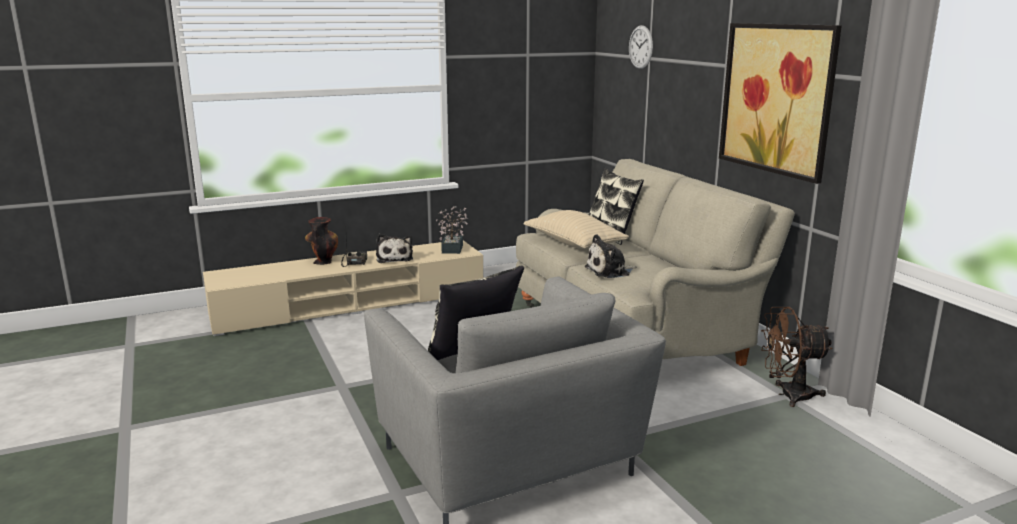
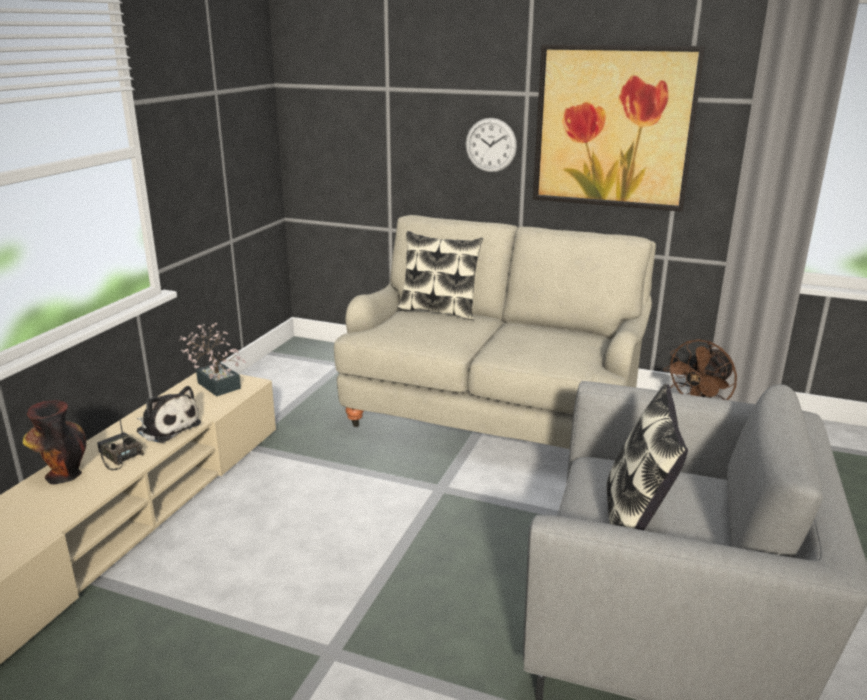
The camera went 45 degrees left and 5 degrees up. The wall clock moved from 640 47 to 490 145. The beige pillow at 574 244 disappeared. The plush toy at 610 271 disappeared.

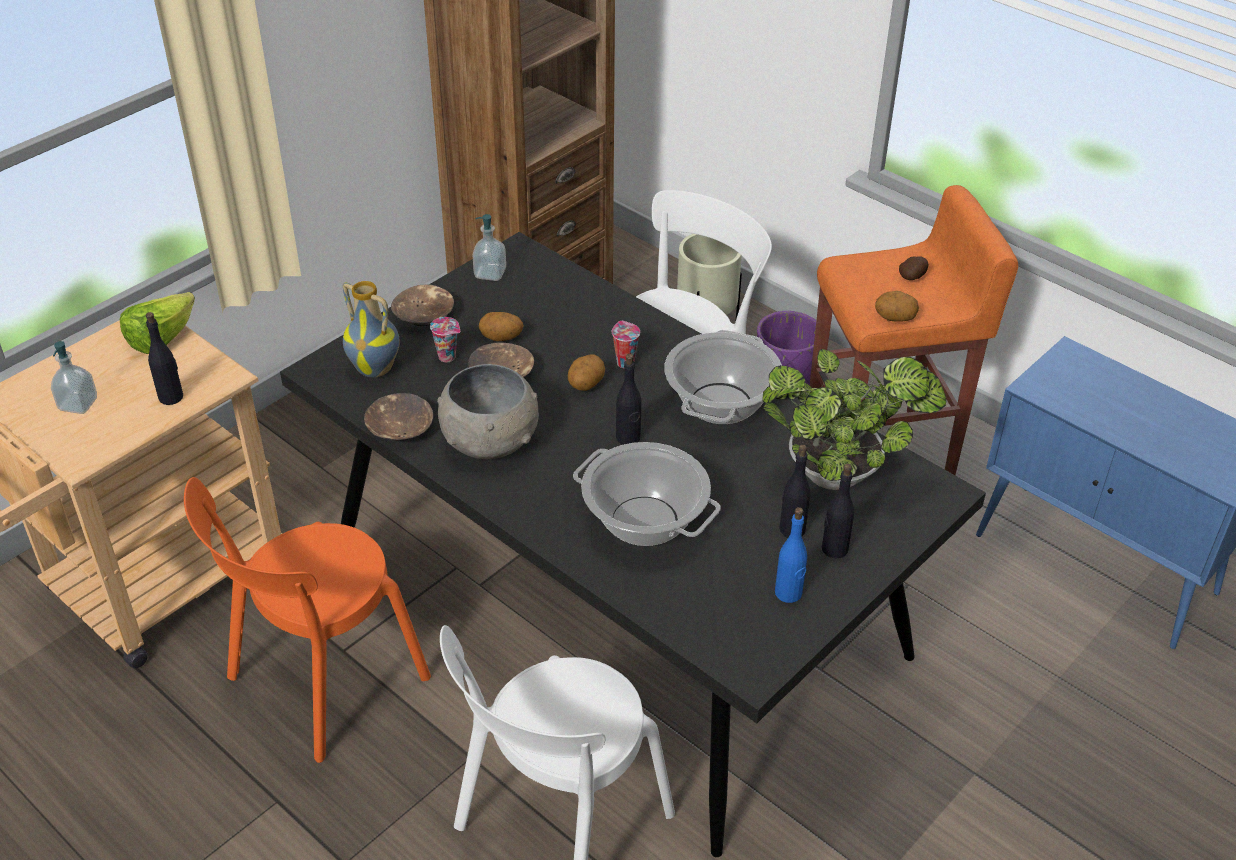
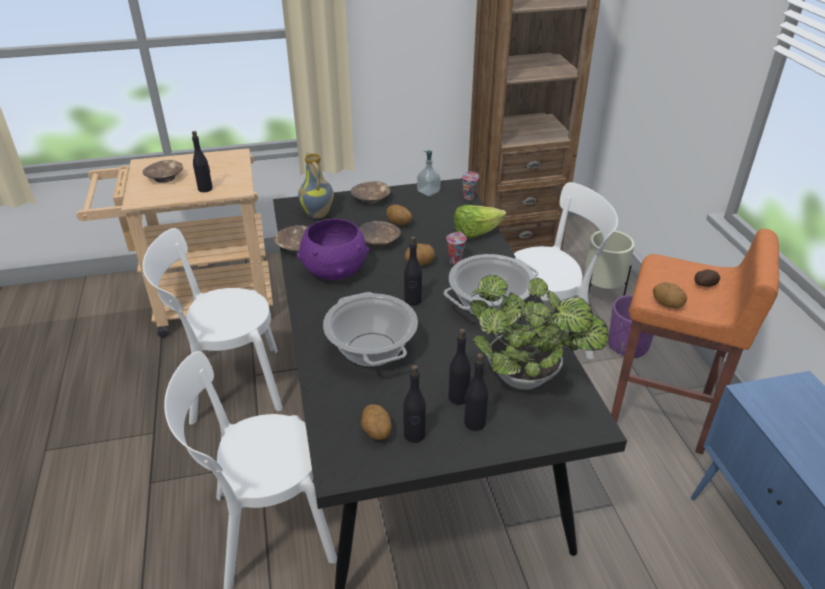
The camera went 35 degrees right and 5 degrees down. The soap dispenser at 78 404 was replaced by the brown bowl at 165 177. The orange chair at 321 683 became the white chair at 229 385. The grey bowl at 490 441 became the purple bowl at 335 270. The potato at 376 432 appeared. The blue bottle at 788 593 became the black bottle at 414 435. The lettuce moved from 161 339 to 476 233. The cup moved from 448 357 to 469 197.

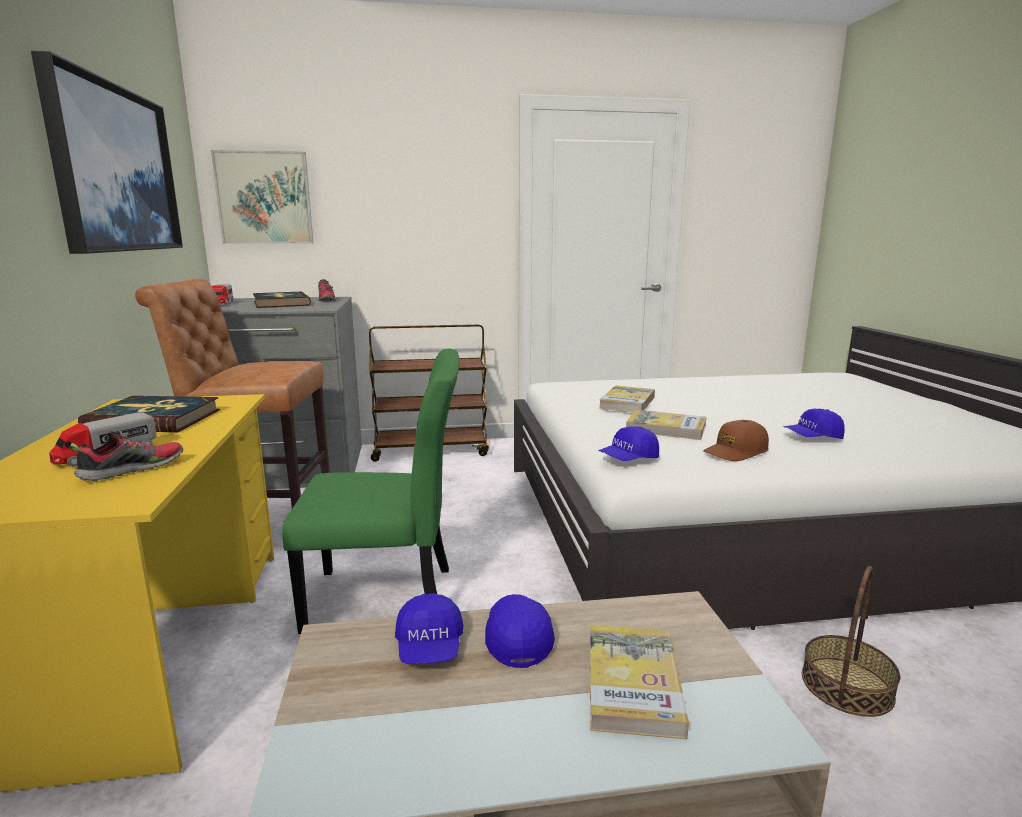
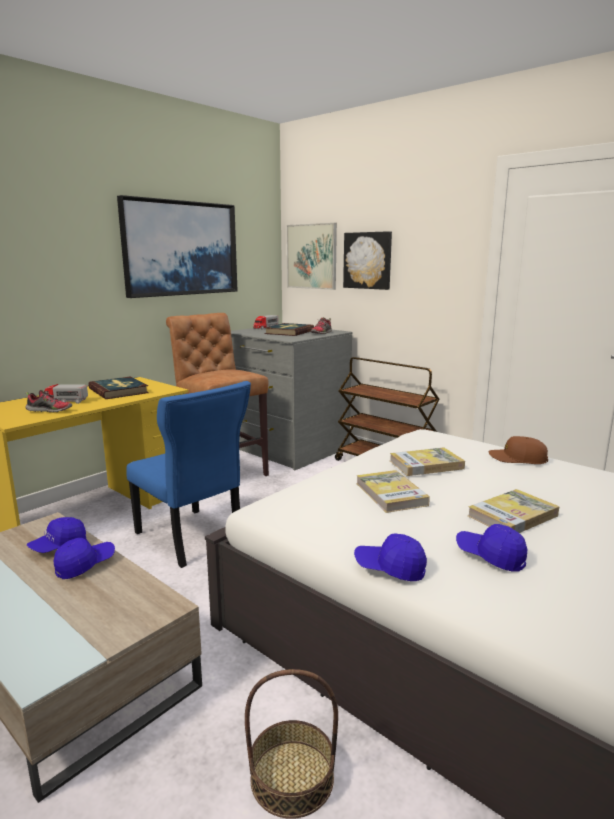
The camera went 50 degrees right and 0 degrees up. The green chair at 387 599 became the blue chair at 191 539. The picture at 368 260 appeared. The blue cap moved from 628 459 to 390 569. The book moved from 633 684 to 512 516. The brown cap moved from 735 452 to 517 458.

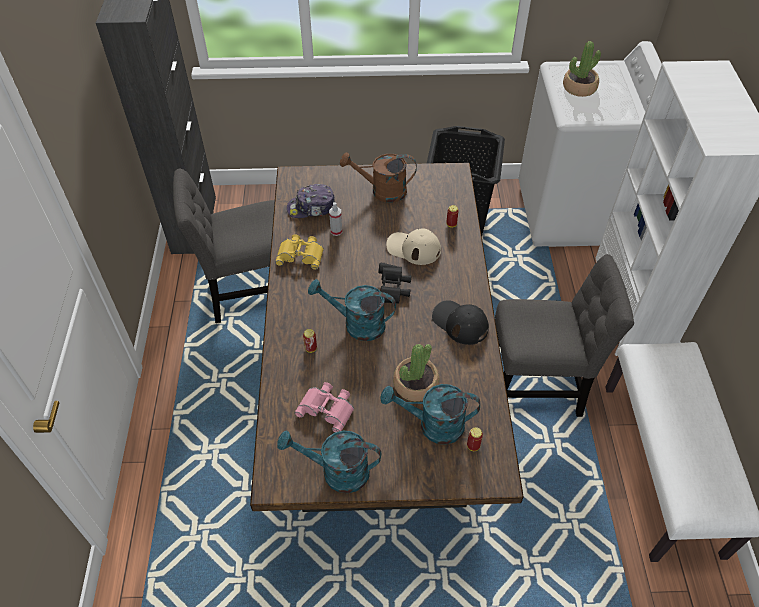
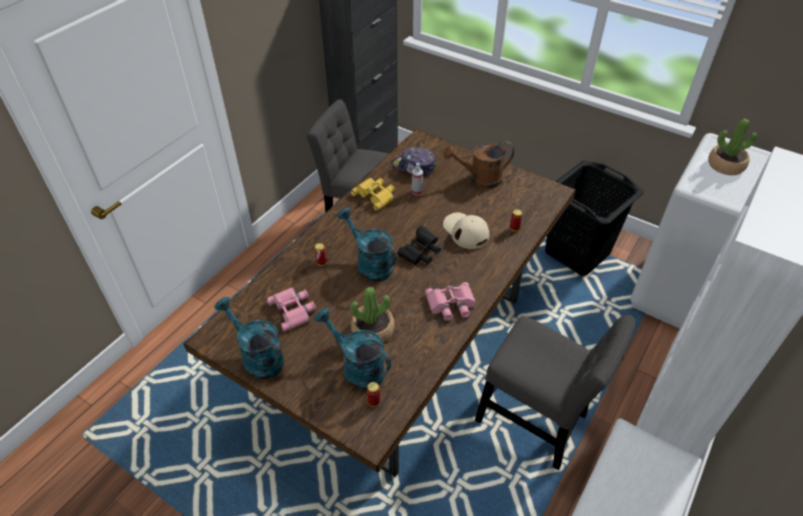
The camera went 35 degrees right and 5 degrees down. The black cap at 460 323 was replaced by the pink binoculars at 451 305. The brown watering can at 382 191 turned 45 degrees counterclockwise.

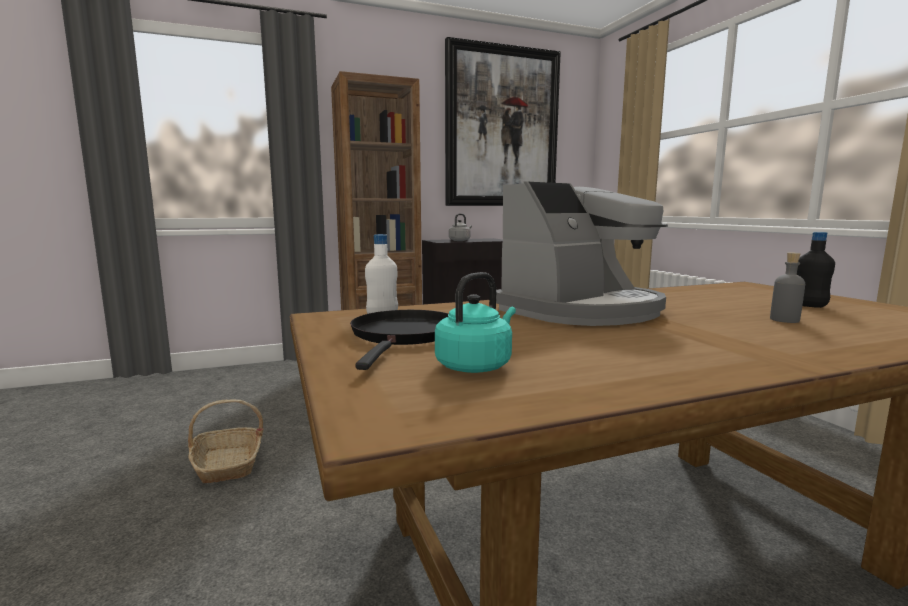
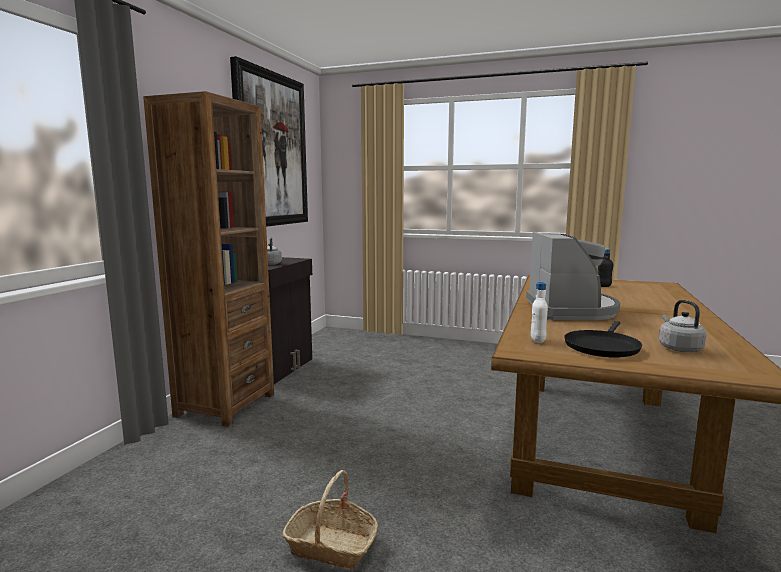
The camera went 50 degrees left and 0 degrees up. The black frying pan at 404 336 turned 105 degrees counterclockwise. The turquoise kettle at 476 365 became the grey kettle at 678 348. The grey bottle at 784 320 disappeared.

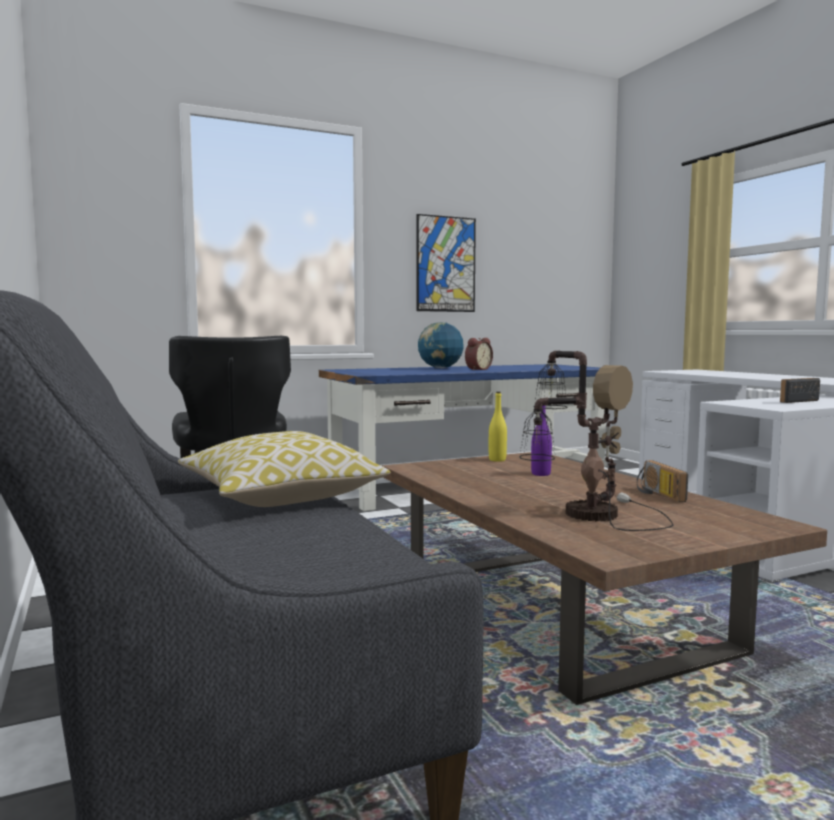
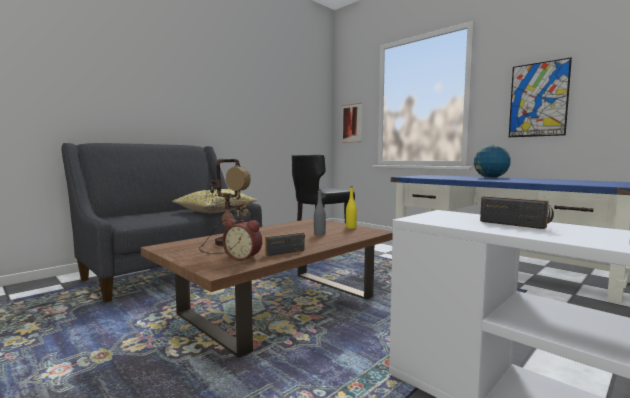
The camera went 70 degrees right and 0 degrees up. The alarm clock moved from 477 369 to 244 258. The purple bottle at 541 474 became the grey bottle at 319 234. The picture at 352 123 appeared.

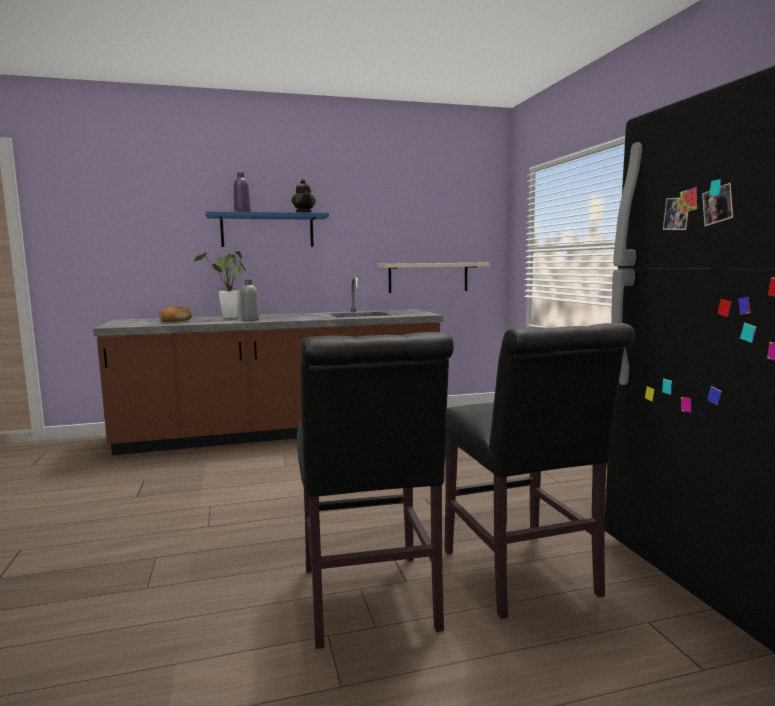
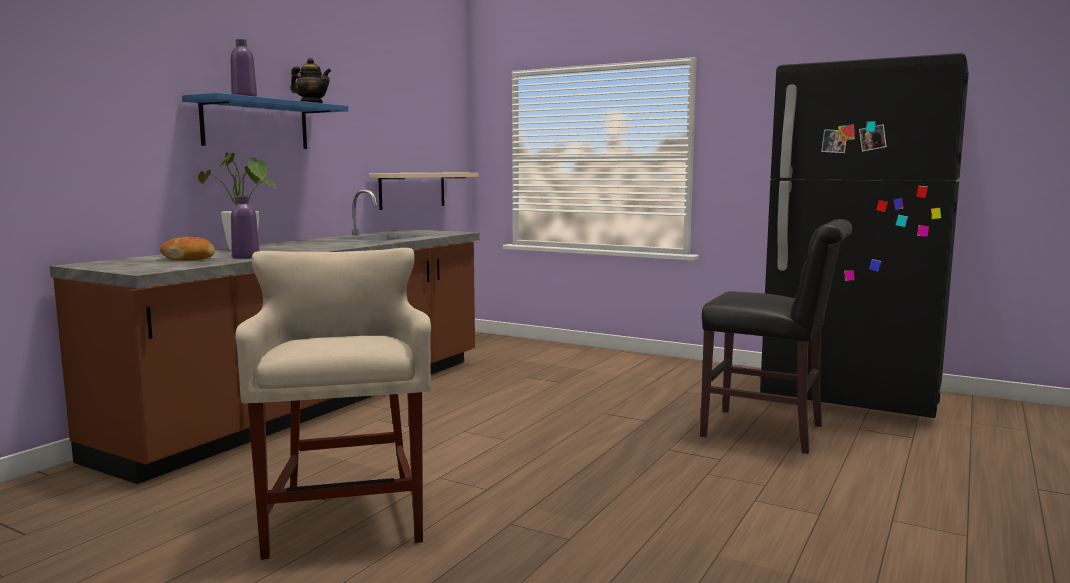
The camera went 45 degrees left and 0 degrees up. The purple bottle at 246 257 appeared. The beige stool at 346 517 appeared. The grey bottle at 250 320 disappeared. The black chair at 370 604 disappeared.

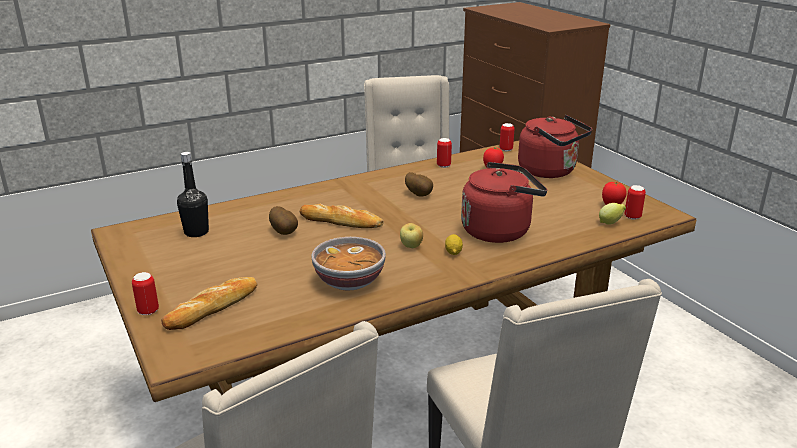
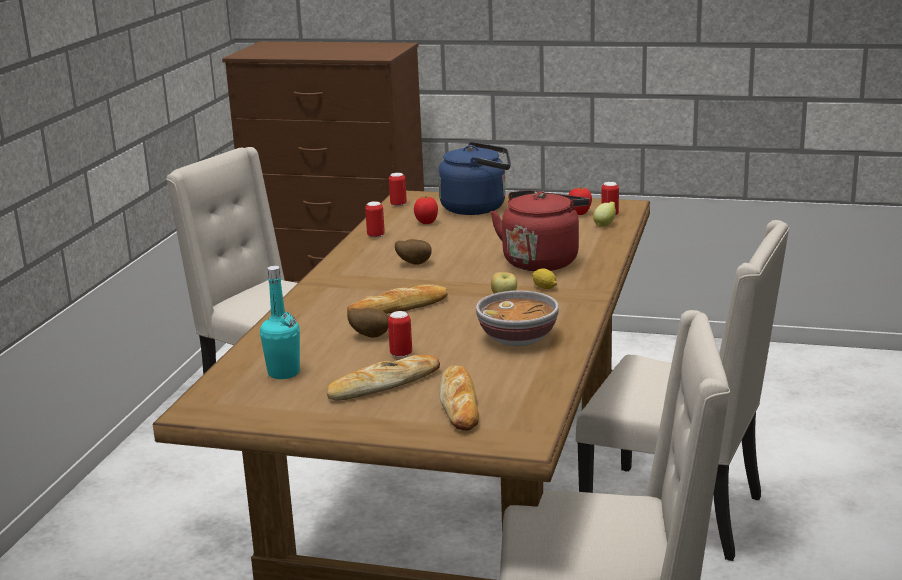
The camera went 45 degrees left and 5 degrees down. The black bottle at 196 232 became the turquoise bottle at 283 373. The bread at 383 384 appeared. The can moved from 148 311 to 401 354. The red kettle at 550 171 became the blue kettle at 478 208.

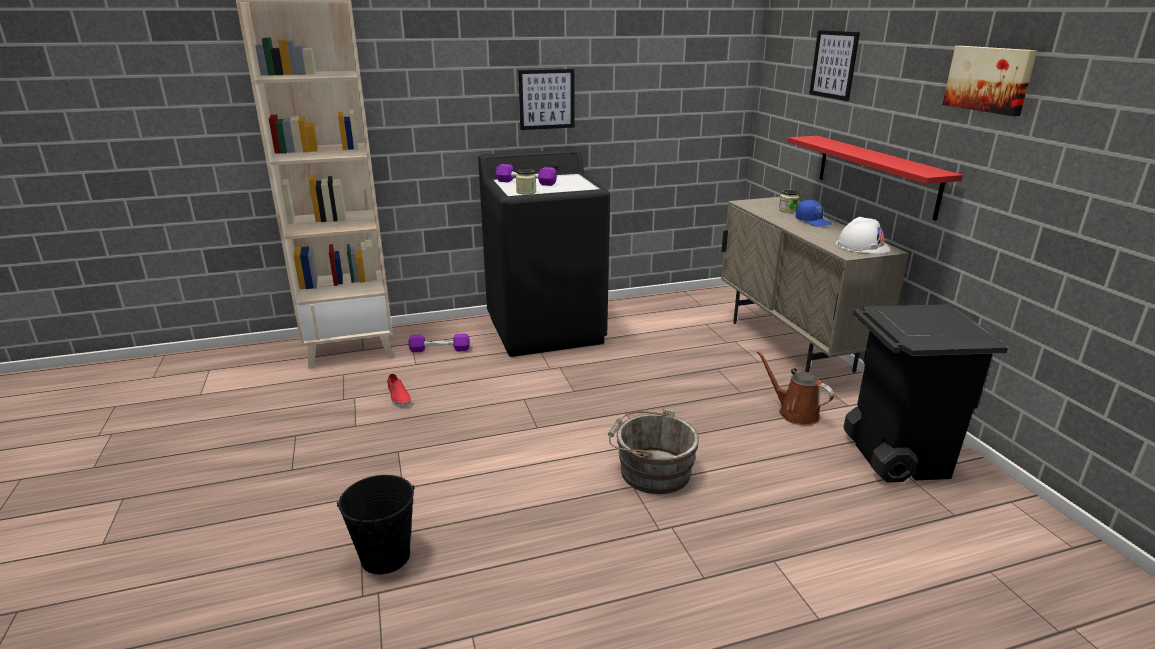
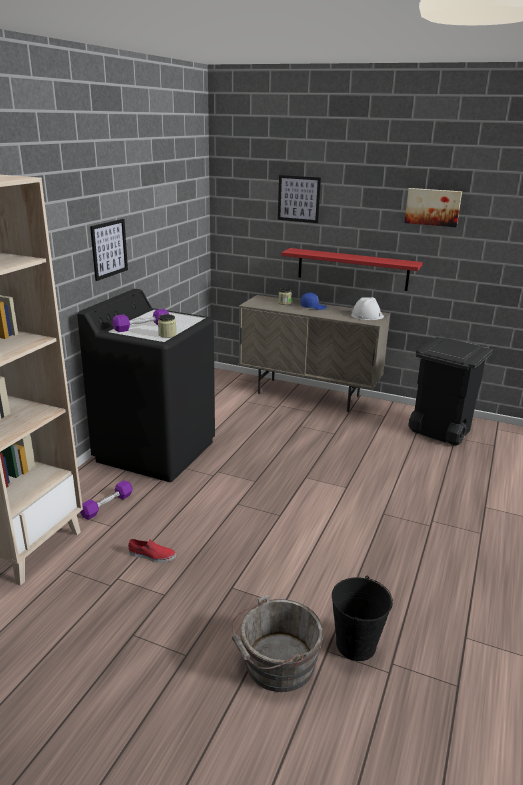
The camera went 50 degrees left and 0 degrees up. The grey bucket moved from 650 471 to 275 664. The brown watering can at 794 413 disappeared.

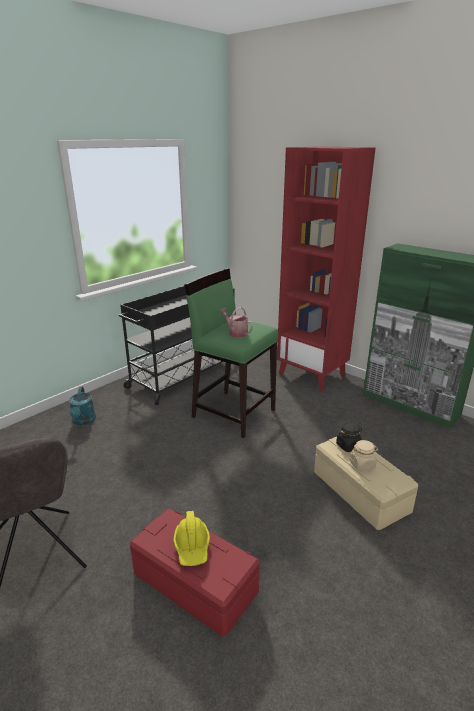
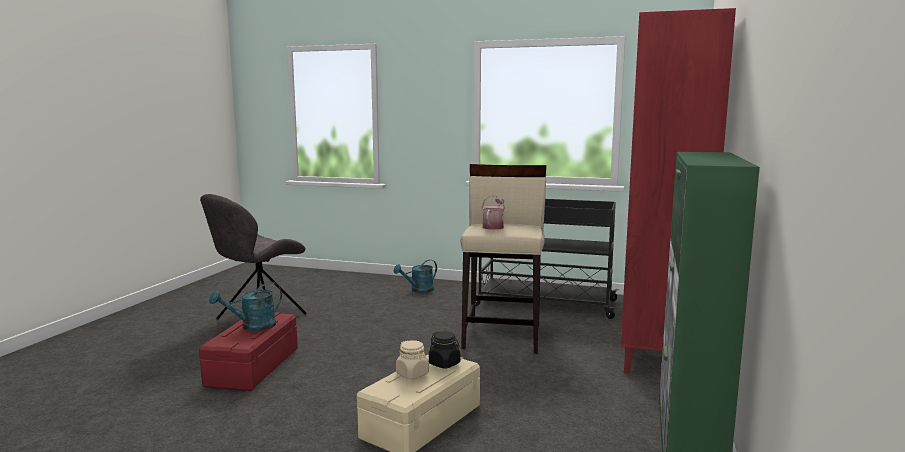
The camera went 65 degrees right and 15 degrees down. The yellow hard hat at 192 546 was replaced by the turquoise watering can at 252 327. The green stool at 233 412 became the beige stool at 503 336.

